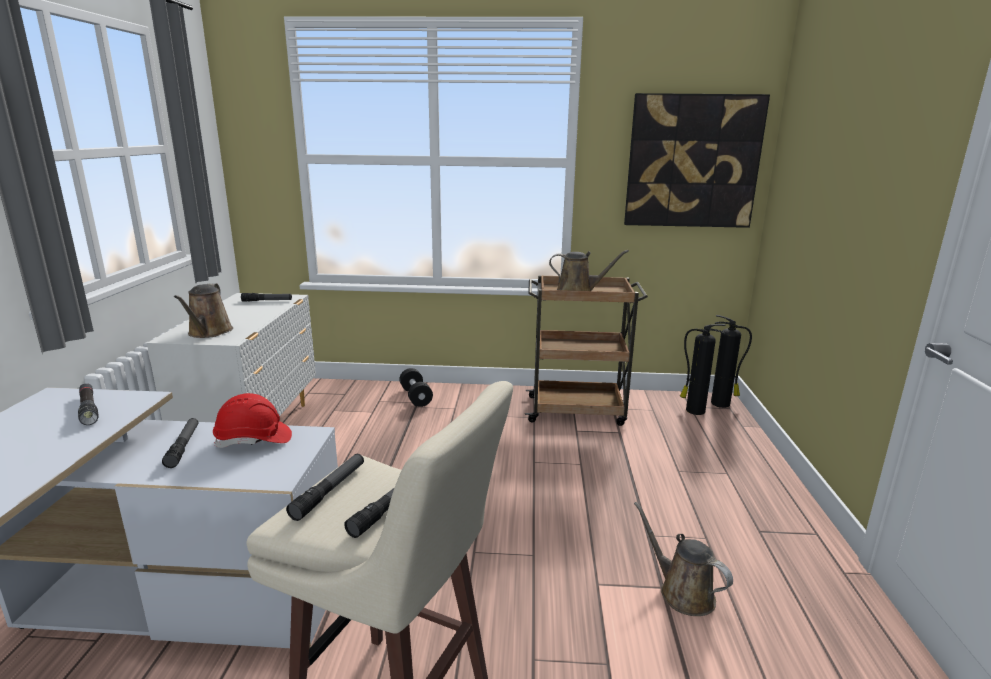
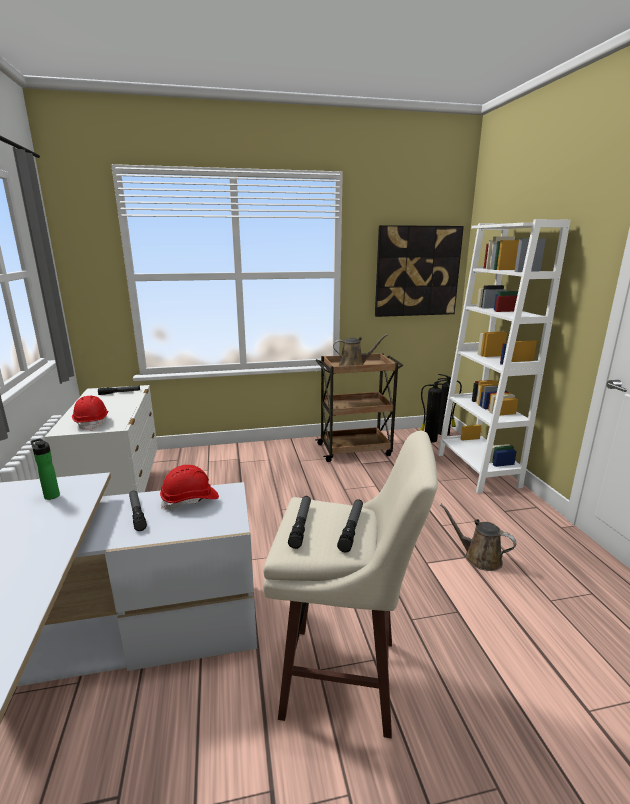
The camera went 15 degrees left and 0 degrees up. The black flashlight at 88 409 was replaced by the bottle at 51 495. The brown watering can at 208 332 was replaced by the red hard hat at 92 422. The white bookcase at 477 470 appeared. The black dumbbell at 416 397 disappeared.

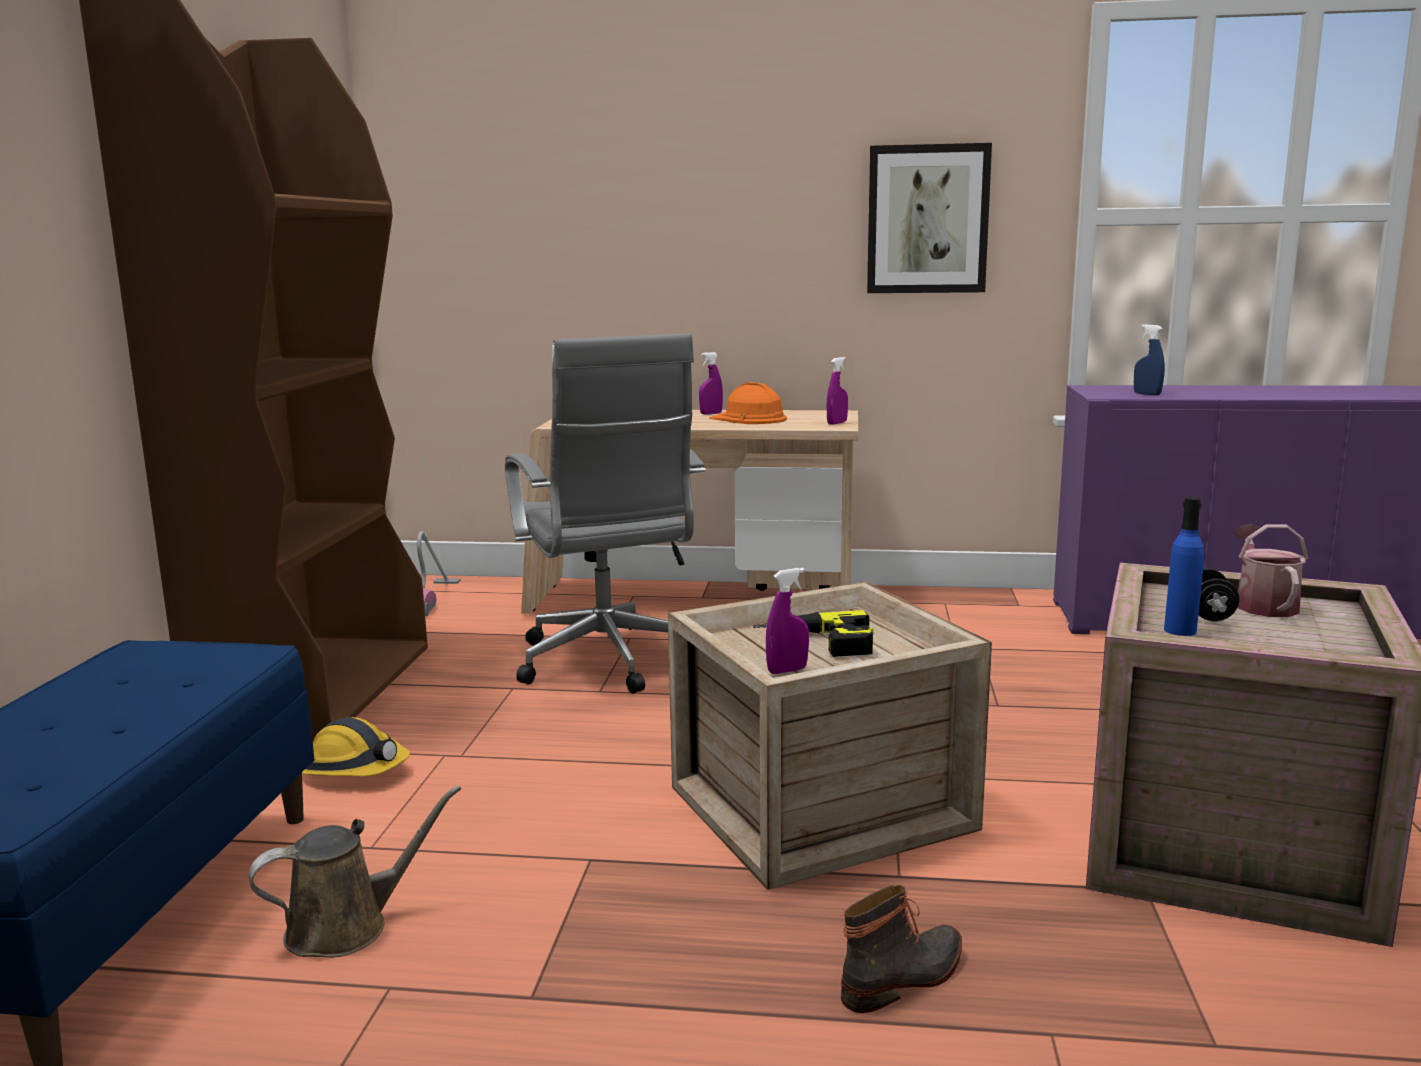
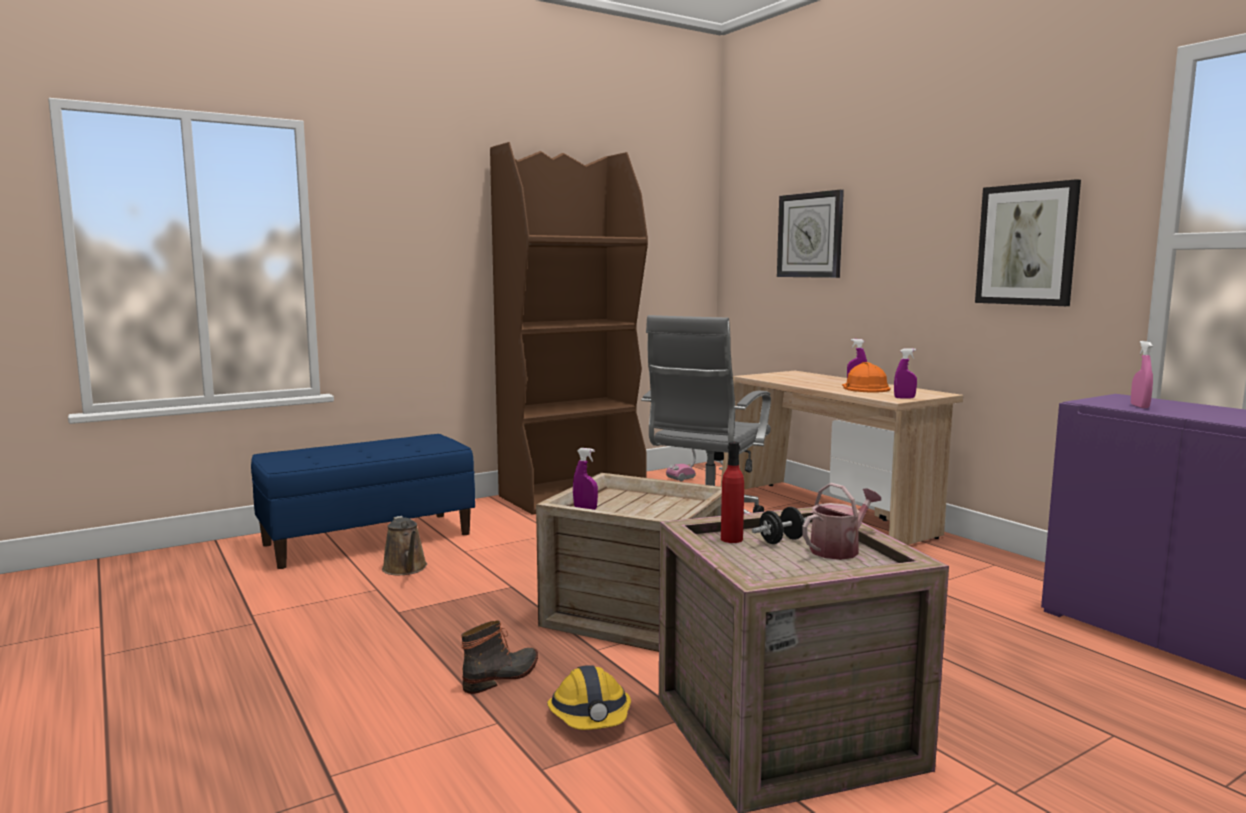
The camera went 50 degrees right and 5 degrees down. The brown watering can at 347 927 turned 45 degrees clockwise. The boot at 905 978 turned 60 degrees counterclockwise. The hard hat moved from 356 770 to 590 716. The blue bottle at 1180 630 became the red bottle at 731 539. The wall clock at 810 235 appeared. The blue spray bottle at 1147 394 became the pink spray bottle at 1139 406. The power drill at 817 643 disappeared.

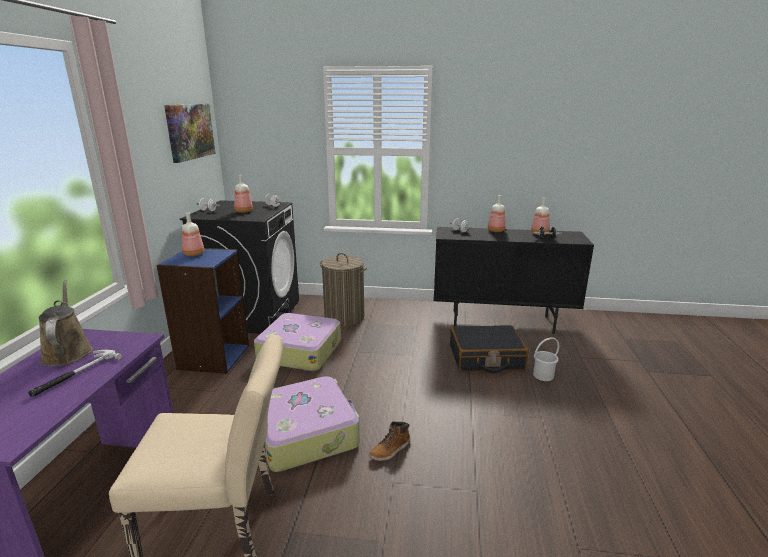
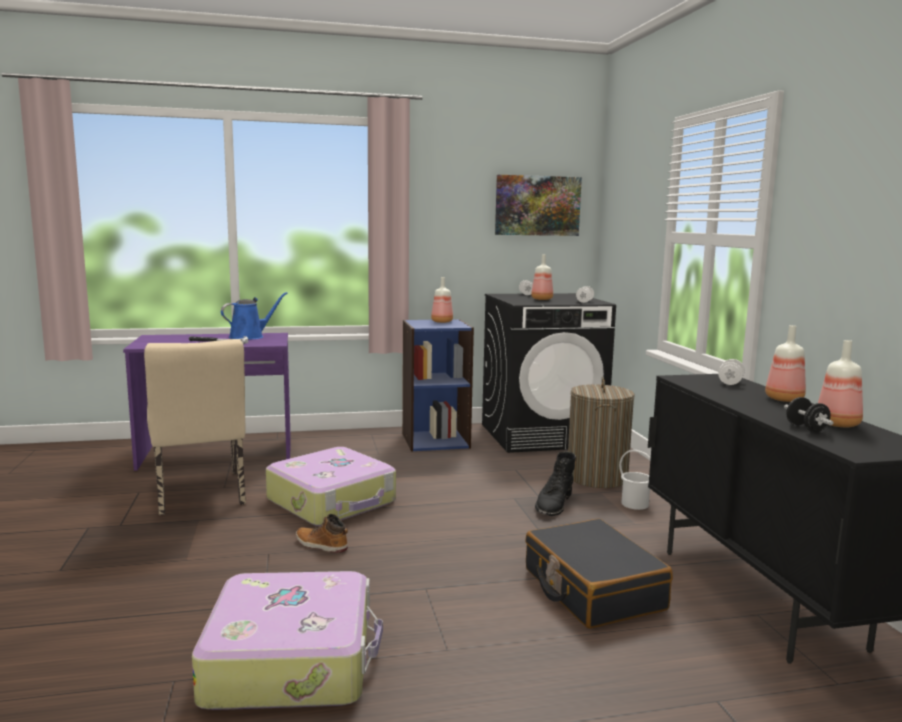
The camera went 70 degrees right and 10 degrees down. The suitcase moved from 300 351 to 292 659. The brown watering can at 67 352 became the blue watering can at 250 336. The black boot at 554 504 appeared. The white bucket moved from 543 375 to 635 504.

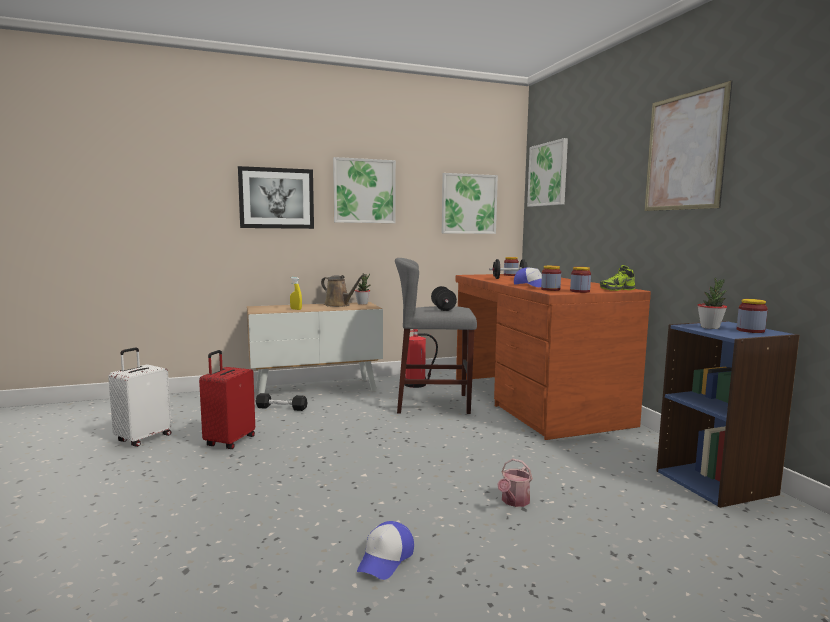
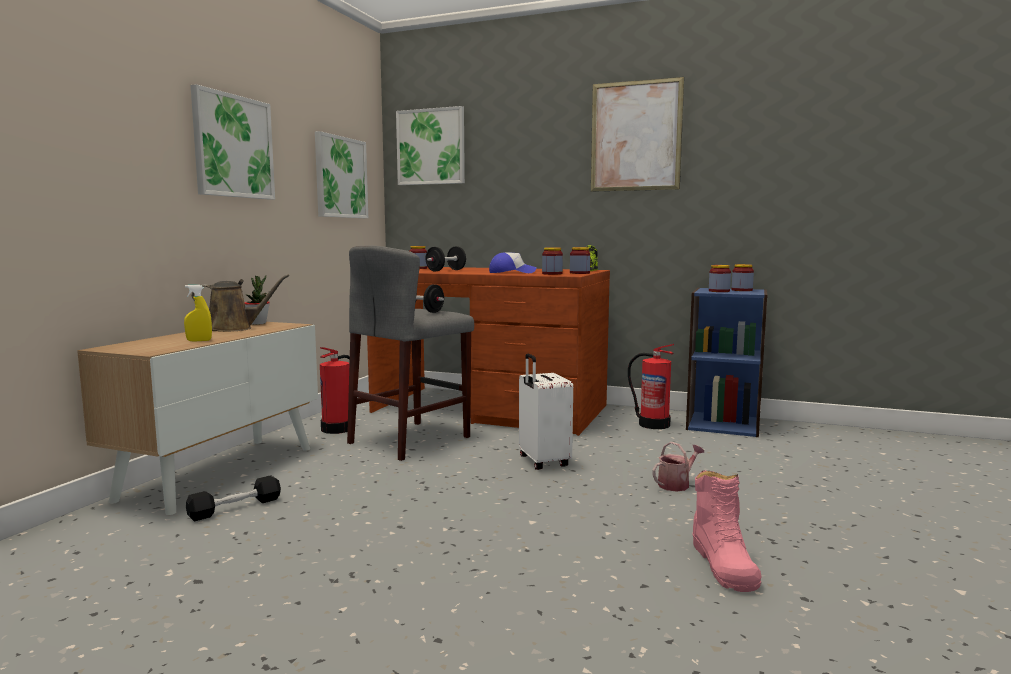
The camera went 50 degrees left and 0 degrees up. The white suitcase moved from 143 438 to 542 462. The fire extinguisher at 653 424 appeared. The watering can at 514 501 turned 105 degrees counterclockwise. The cap at 386 559 was replaced by the pink boot at 723 564. The potted plant at 710 327 was replaced by the jar at 719 291. The red suitcase at 229 441 disappeared. The picture at 276 198 disappeared.

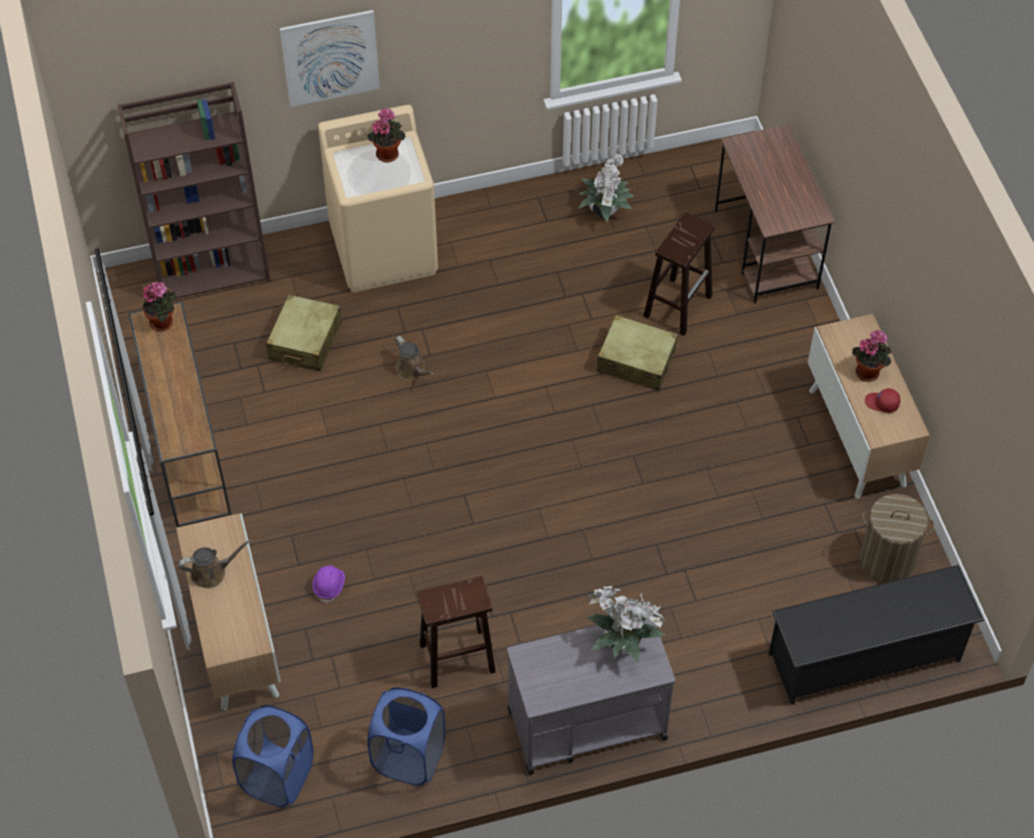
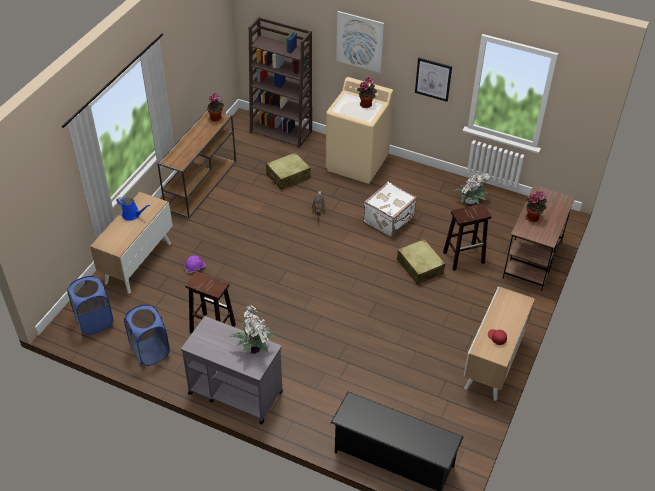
The camera went 40 degrees right and 10 degrees down. The brown watering can at 212 572 became the blue watering can at 132 215. The white suitcase at 390 220 appeared. The picture at 433 79 appeared. The potted plant moved from 868 371 to 533 218. The laundry basket at 886 560 disappeared.

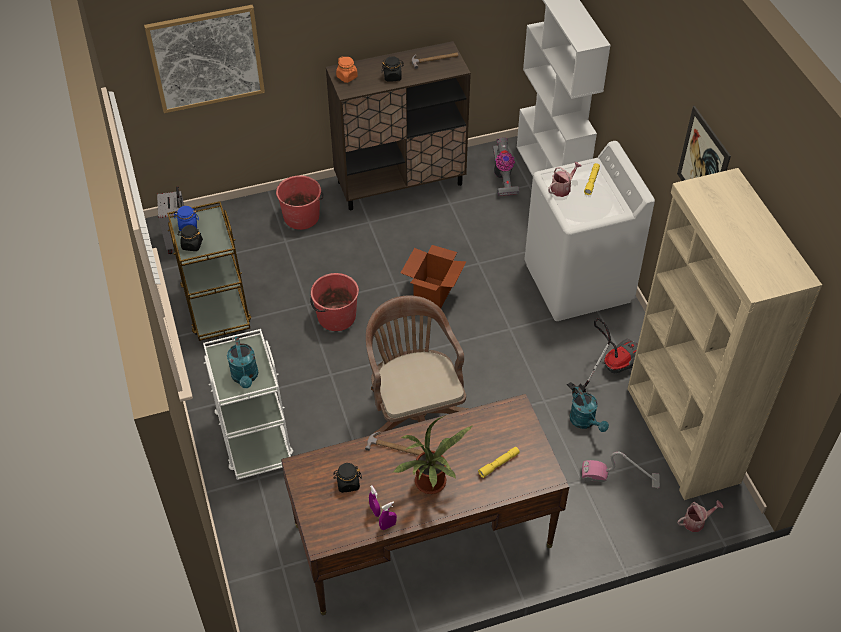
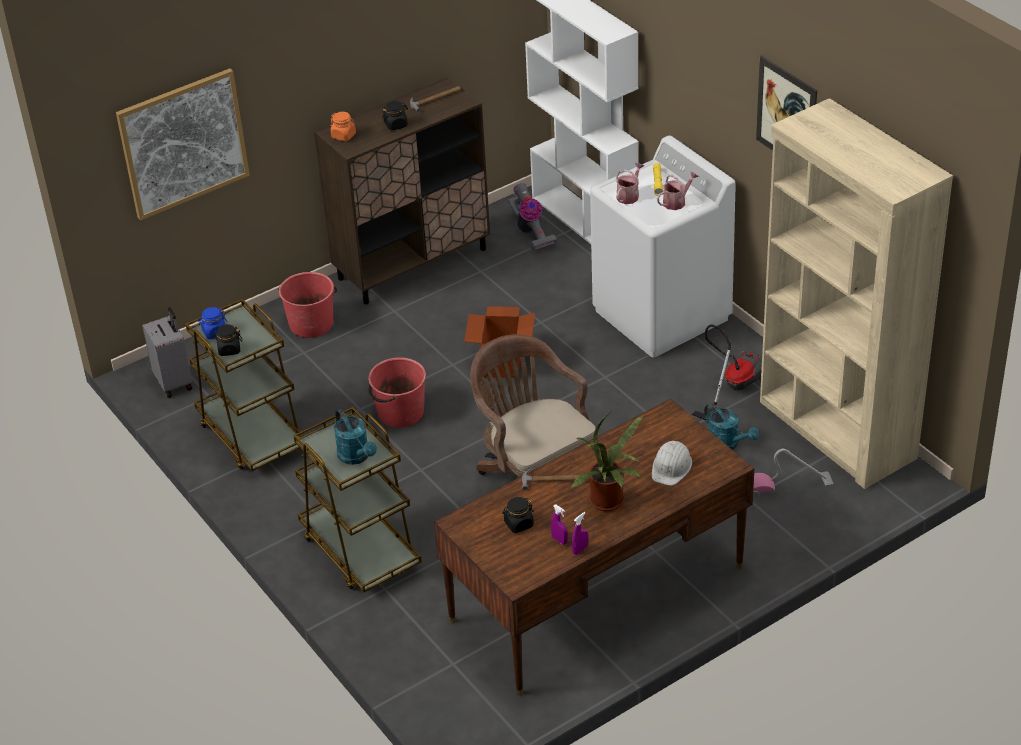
The camera went 15 degrees left and 10 degrees down. The white cart at 254 436 became the brown cart at 360 550. The yellow flashlight at 498 464 was replaced by the white hard hat at 671 467. The watering can moved from 696 521 to 677 202.

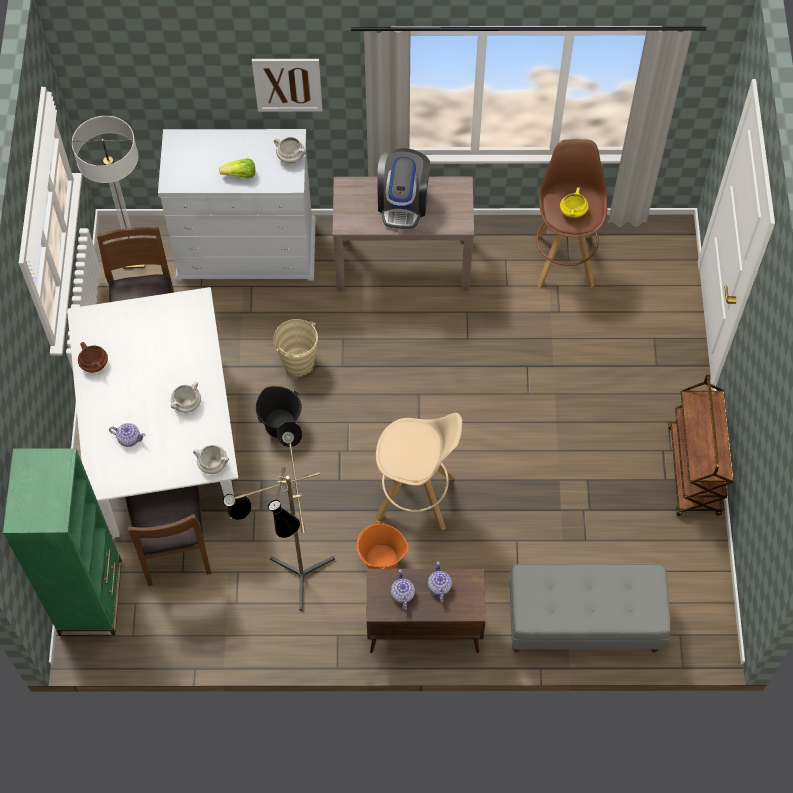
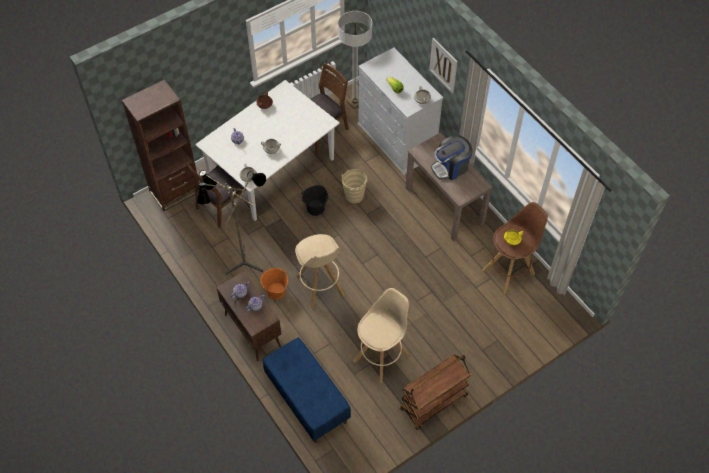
The camera went 55 degrees right and 5 degrees down. The green bookcase at 91 597 became the brown bookcase at 175 191. The grey bench at 583 623 became the blue bench at 306 399. The beige stool at 381 357 appeared.

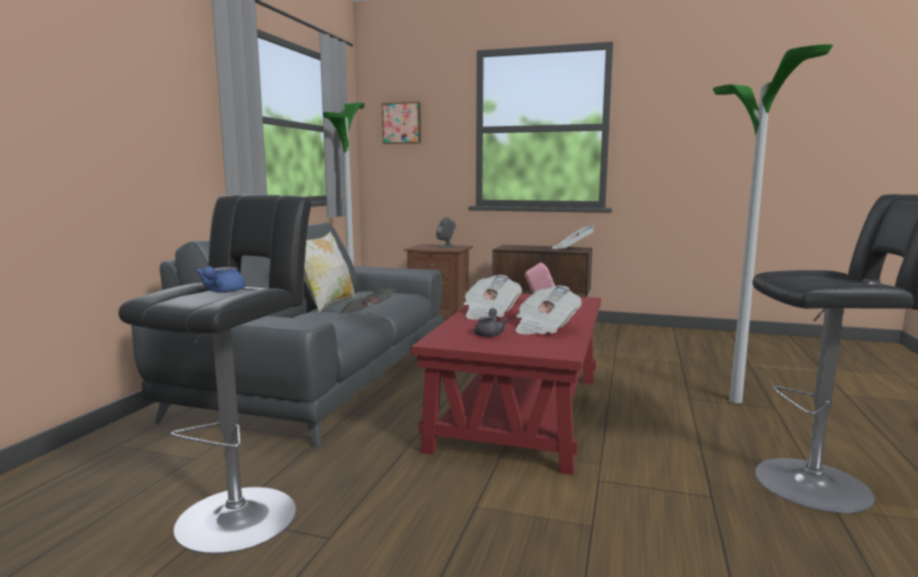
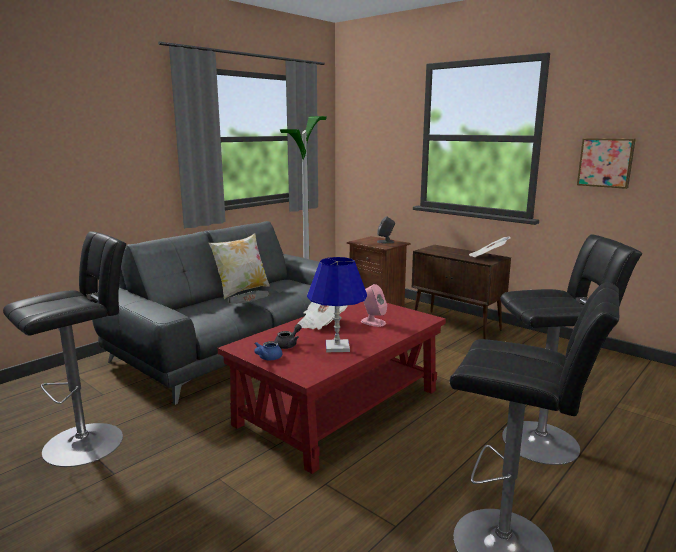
The camera went 25 degrees right and 5 degrees up. The blue teapot moved from 222 291 to 267 358. The newspaper at 544 328 was replaced by the blue table lamp at 337 347. The floor lamp at 736 400 was replaced by the black stool at 545 441. The picture moved from 402 123 to 606 162.

